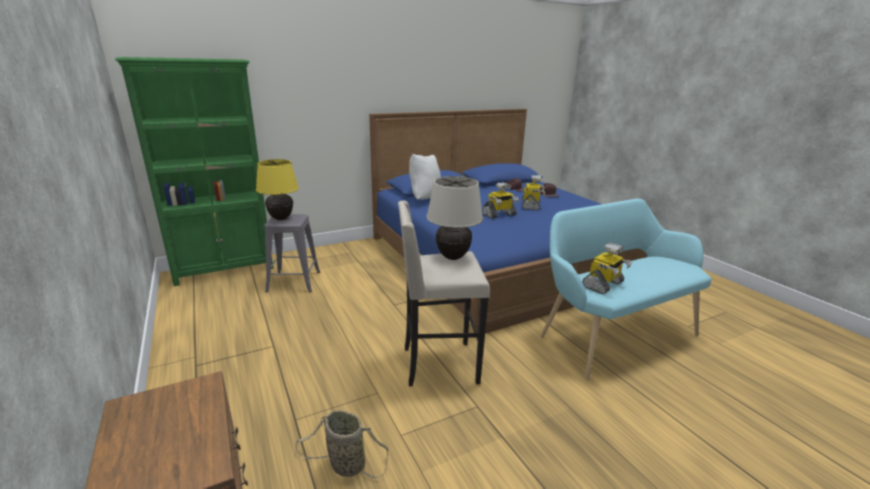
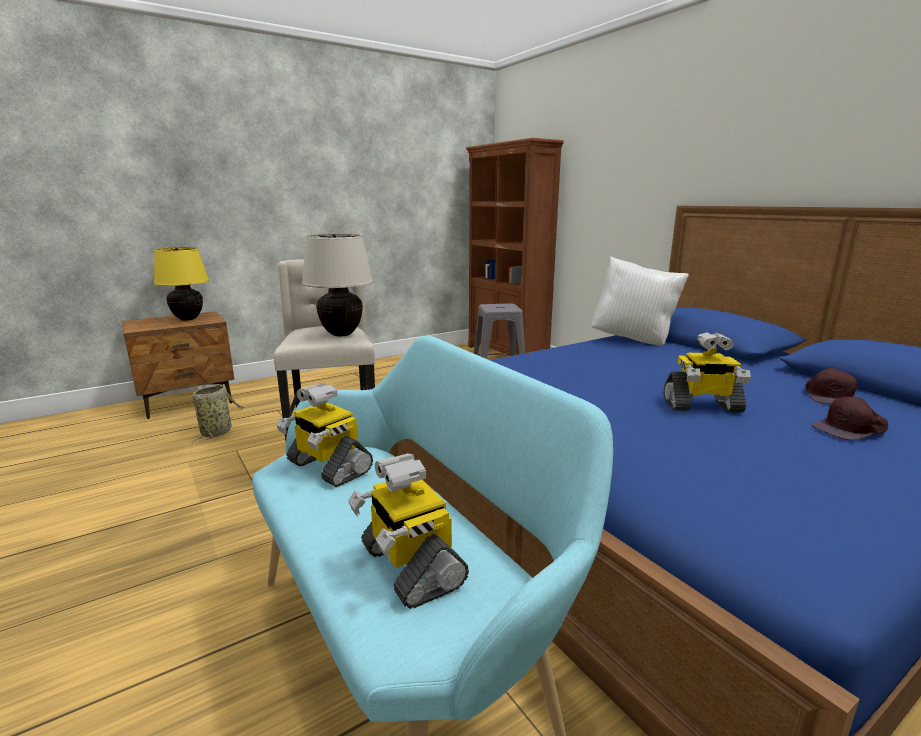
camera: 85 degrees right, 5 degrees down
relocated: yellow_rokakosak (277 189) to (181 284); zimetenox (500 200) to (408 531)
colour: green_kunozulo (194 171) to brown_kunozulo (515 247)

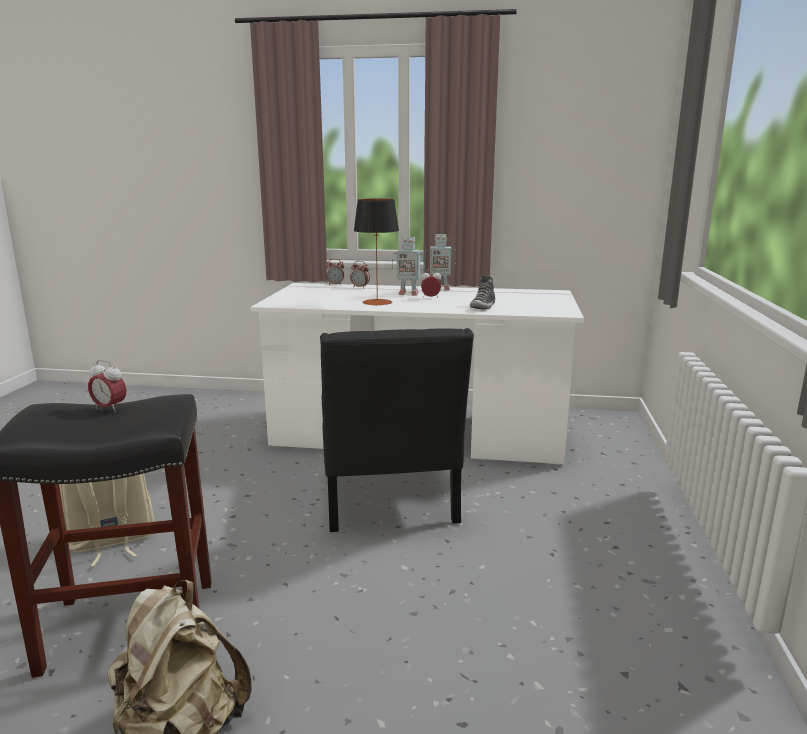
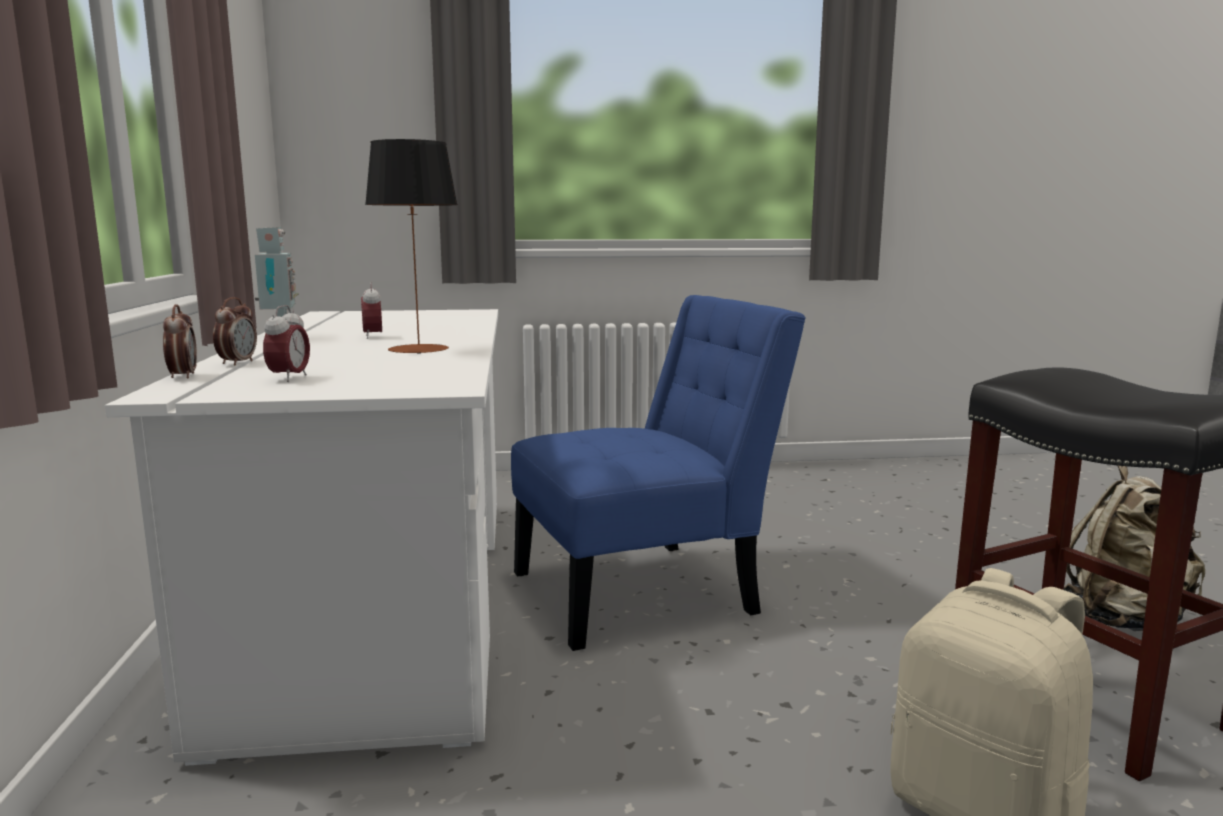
camera: 105 degrees left, 5 degrees down
missing: zimetenox (408 266); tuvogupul (483 292)
relocated: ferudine (107 386) to (286 343)
colour: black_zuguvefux (397 430) to blue_zuguvefux (658 473)

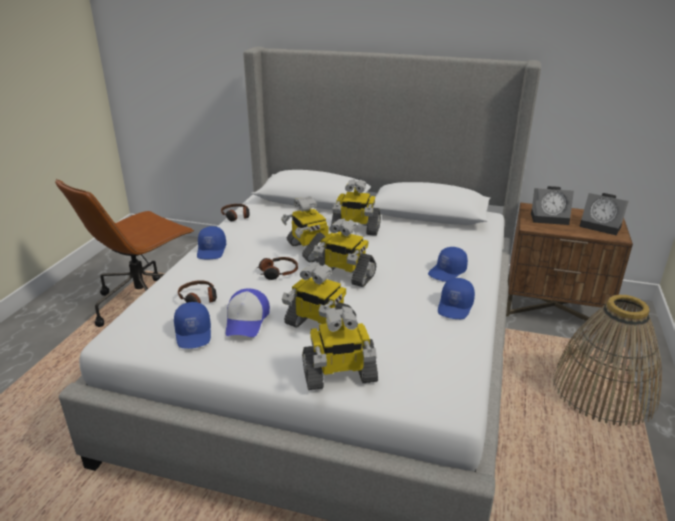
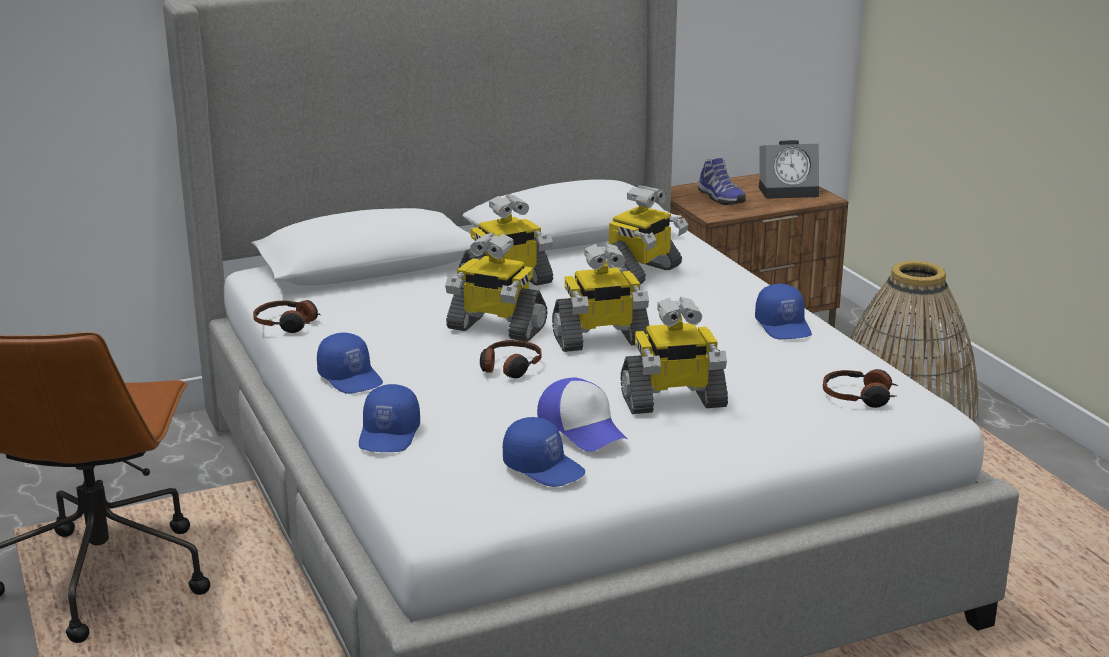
camera: 40 degrees left, 5 degrees down
relocated: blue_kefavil (448 264) to (389 418); zimetenox (340 348) to (647 234); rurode (197 291) to (860 388)
exchanged: ferudine (552 205) to tuvogupul (722 181)

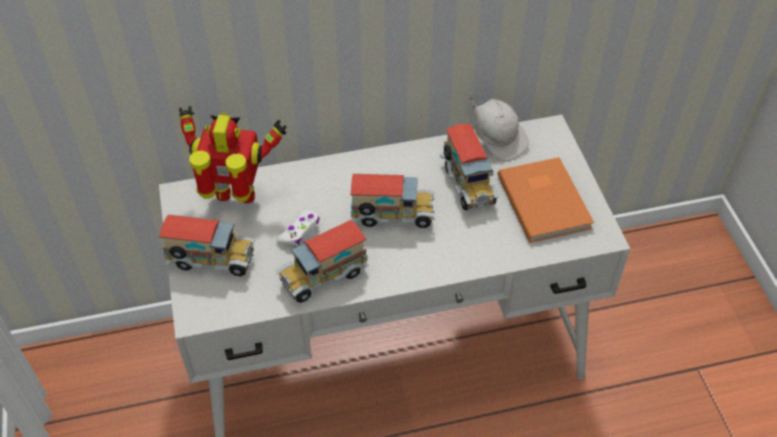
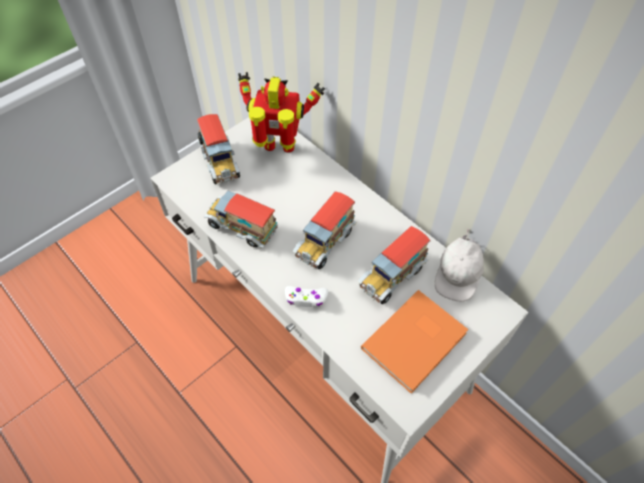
camera: 60 degrees right, 5 degrees up
relocated: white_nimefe (298 227) to (306 296)
spun: zimetenox (233 154) = (281 112) 60 degrees counterclockwise; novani (393 201) = (324 230) 60 degrees clockwise

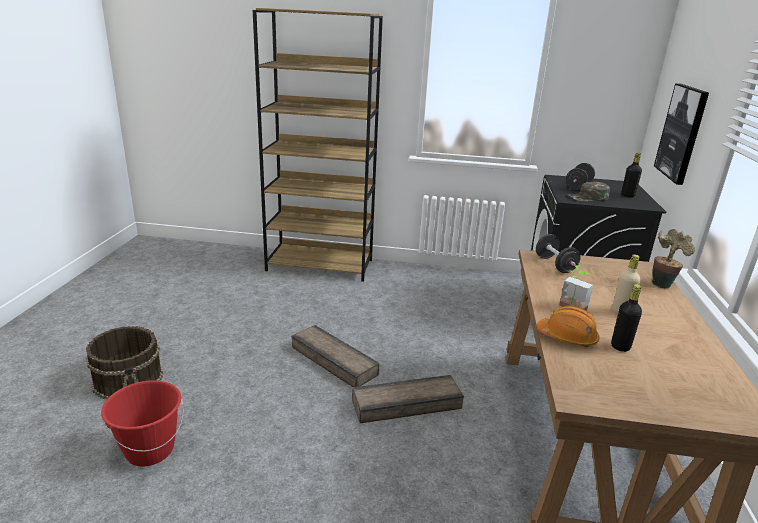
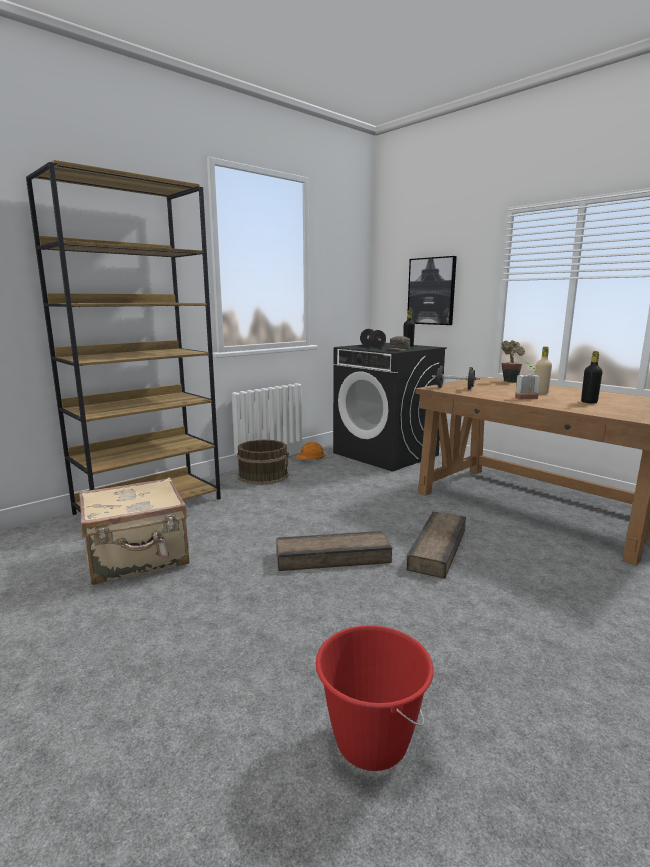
camera: 50 degrees left, 10 degrees down
appeared: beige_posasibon (134 531)
relocated: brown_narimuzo (124 362) to (263 462); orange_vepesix (568 326) to (310 450)

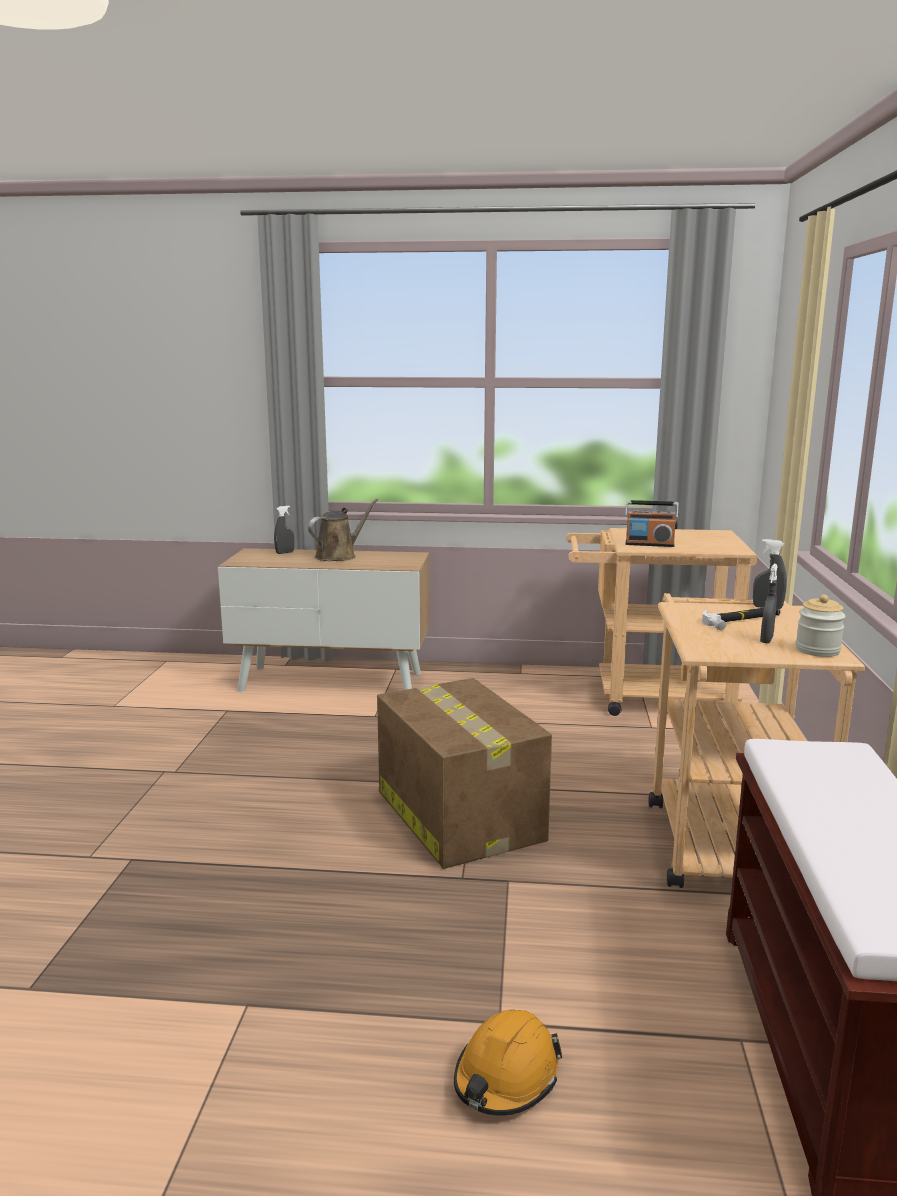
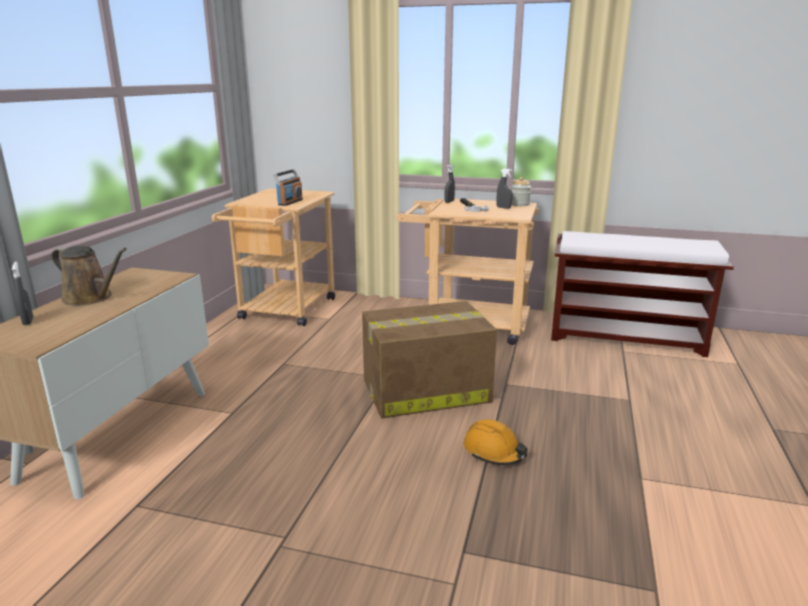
camera: 80 degrees left, 5 degrees up
relocated: orange_vepesix (508 1063) to (496 442)
spun: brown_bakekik (343 529) = (89 276) 150 degrees clockwise

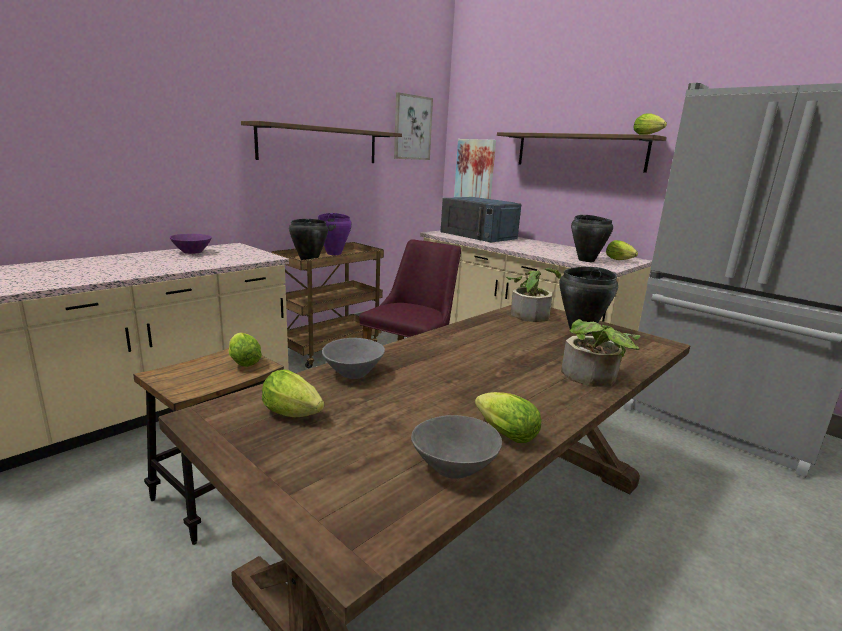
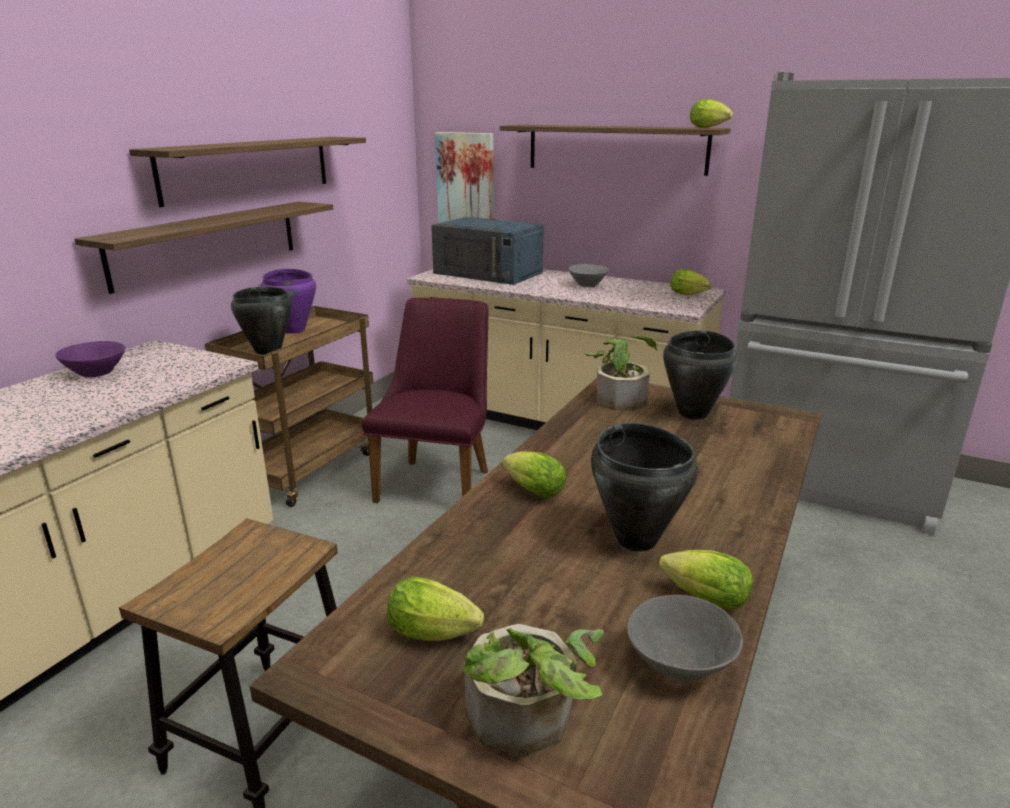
camera: 15 degrees left, 5 degrees up
missing: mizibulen (413 126)
appeared: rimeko (203 248)
relocated: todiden (601 353) to (533 690); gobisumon (245 350) to (534 474); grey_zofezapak (353 358) to (588 275); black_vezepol (592 238) to (644 487)

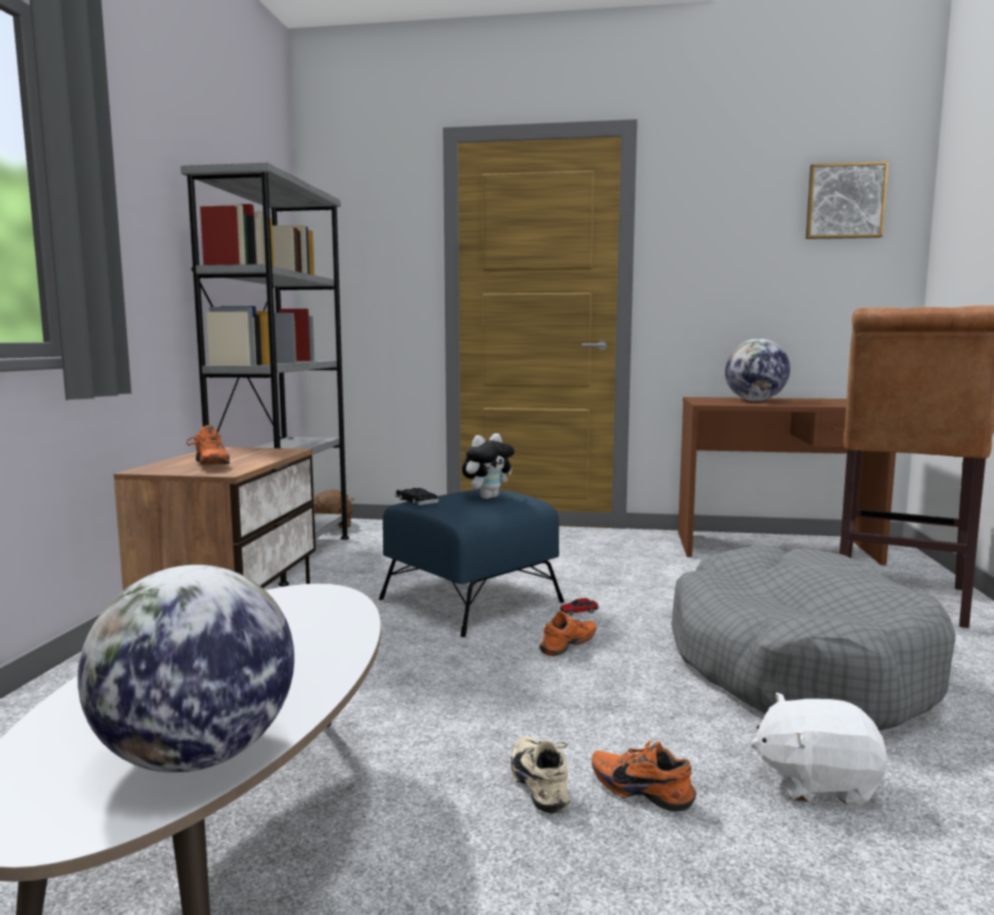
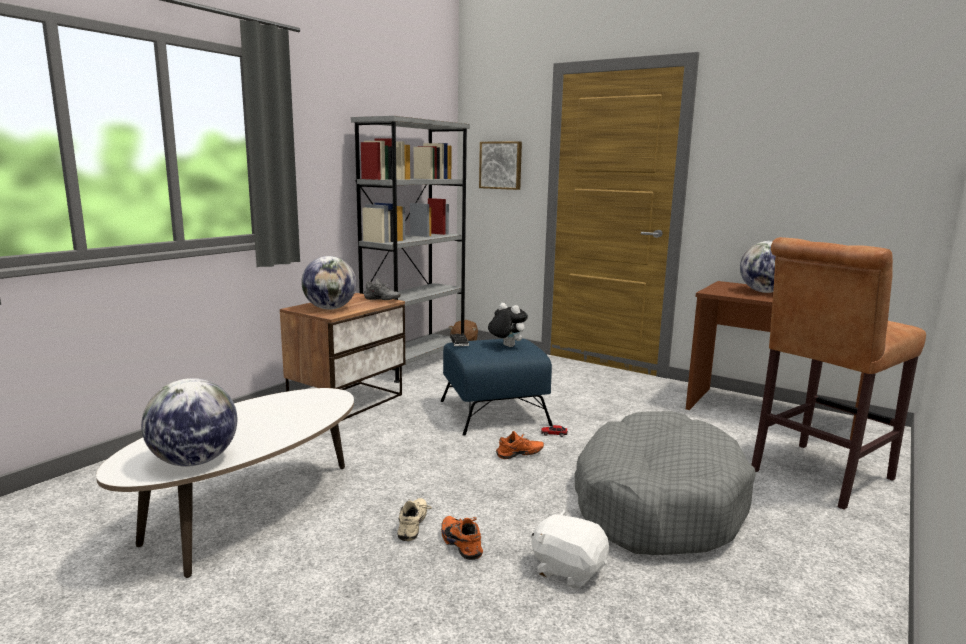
camera: 25 degrees right, 5 degrees up
appeared: grey_tuvogupul (382 289)
relocated: mizibulen (847 200) to (500 165)
exchanged: orange_tuvogupul (208 445) to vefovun (328 282)
spun: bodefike (488 466) = (508 325) 120 degrees counterclockwise

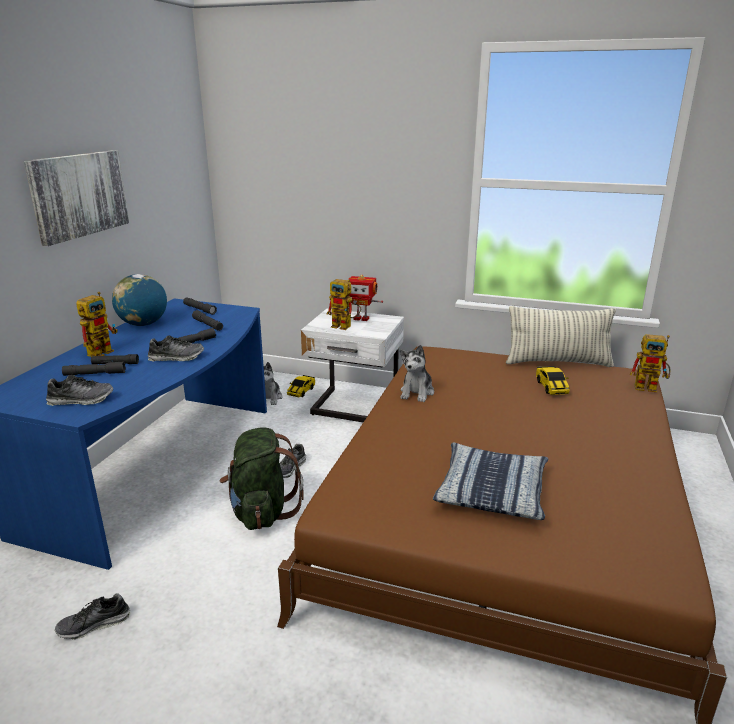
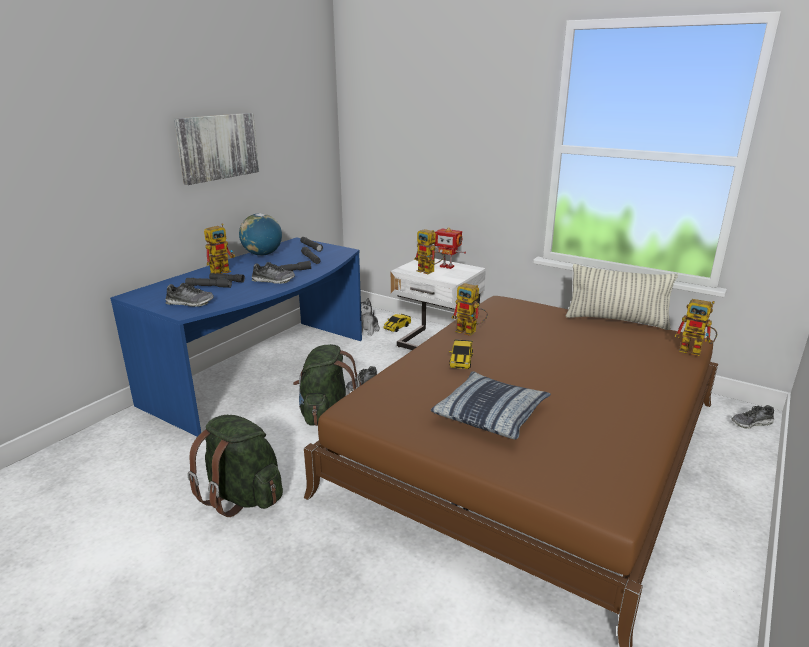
camera: 15 degrees right, 0 degrees up
appeared: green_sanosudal (235 466)
relocated: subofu (553 380) to (461 354); tuvogupul (93 616) to (753 417)
exchanged: bodefike (417 373) to zimetenox (470 309)

